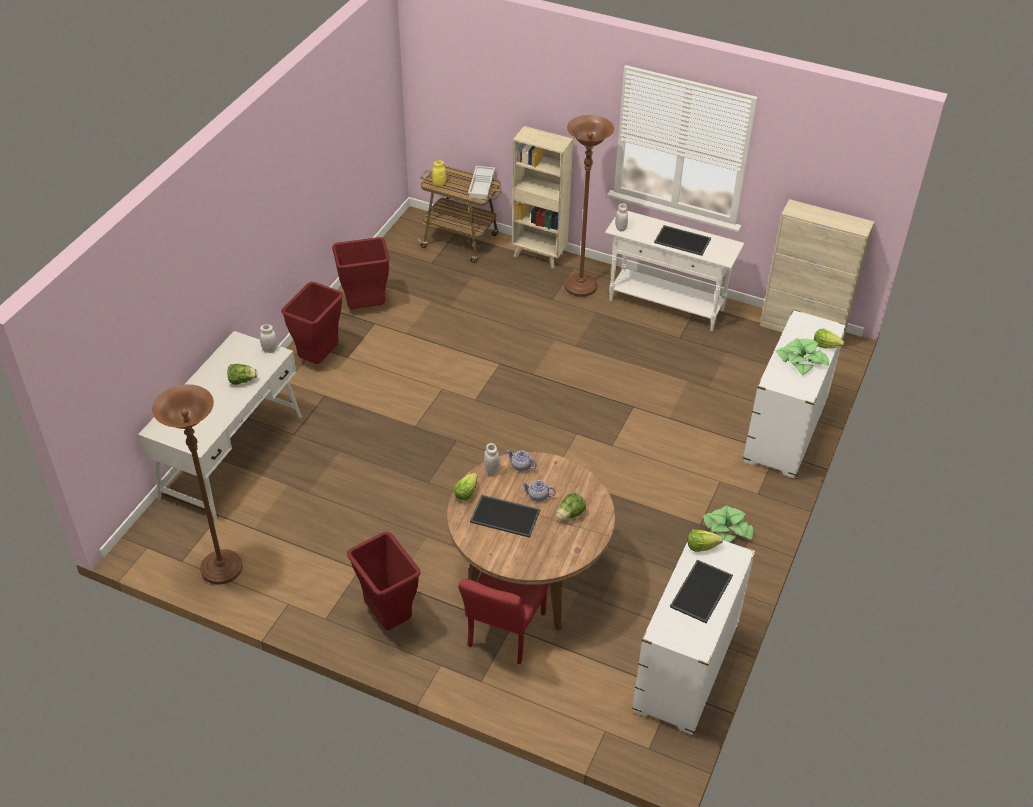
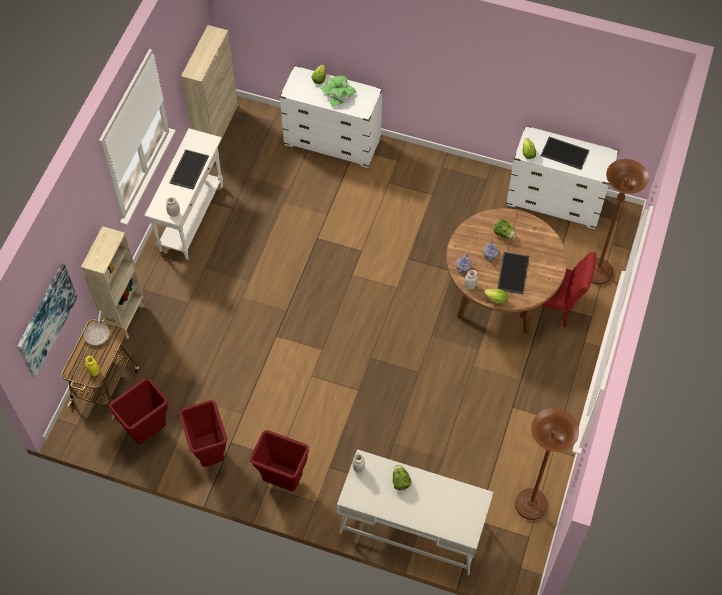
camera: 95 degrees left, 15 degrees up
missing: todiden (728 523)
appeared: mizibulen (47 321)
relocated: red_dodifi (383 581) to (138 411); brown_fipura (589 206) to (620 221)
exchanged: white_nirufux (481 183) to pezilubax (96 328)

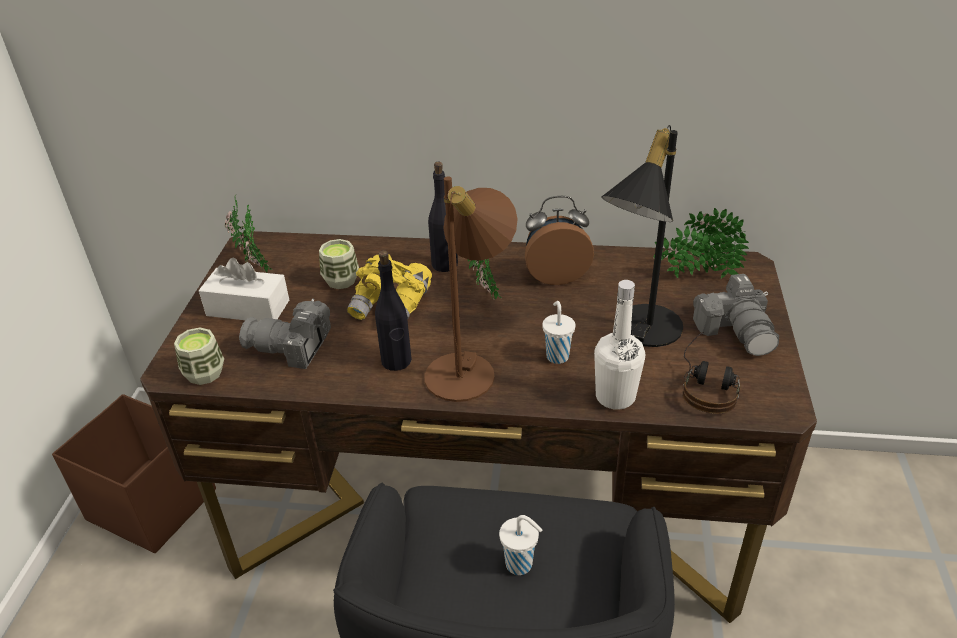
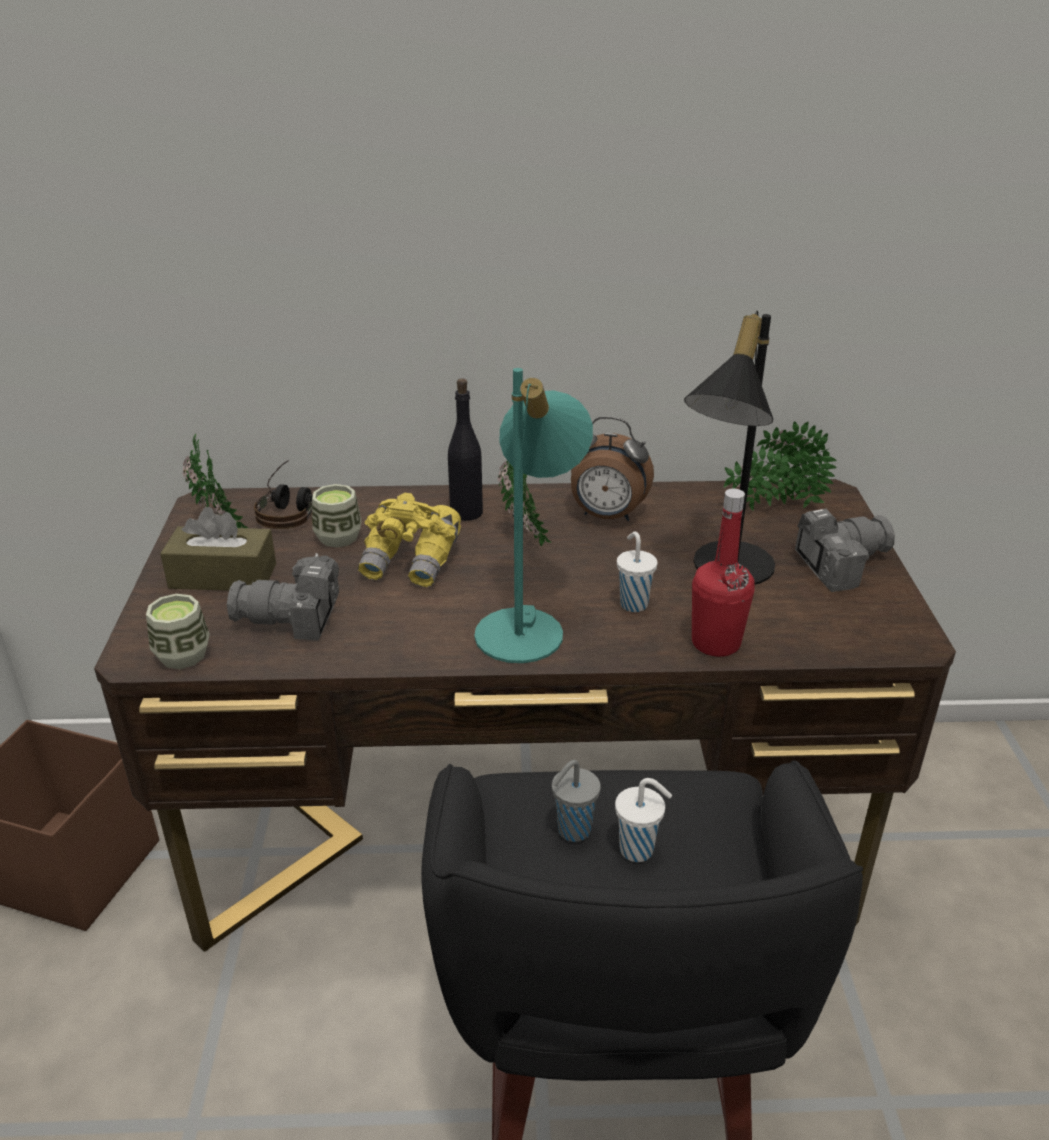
camera: 10 degrees left, 5 degrees down
missing: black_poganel (393 310)
appeared: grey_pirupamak (576 801)
relocated: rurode (711 373) to (283 494)
colour: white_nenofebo (244 289) to brown_nenofebo (218 549); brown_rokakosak (471 289) to turquoise_rokakosak (533 515); white_poganel (619 345) to red_poganel (723 573)
spun: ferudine (559 240) = (612 468) 150 degrees counterclockwise; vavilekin (736 315) = (845 550) 90 degrees counterclockwise

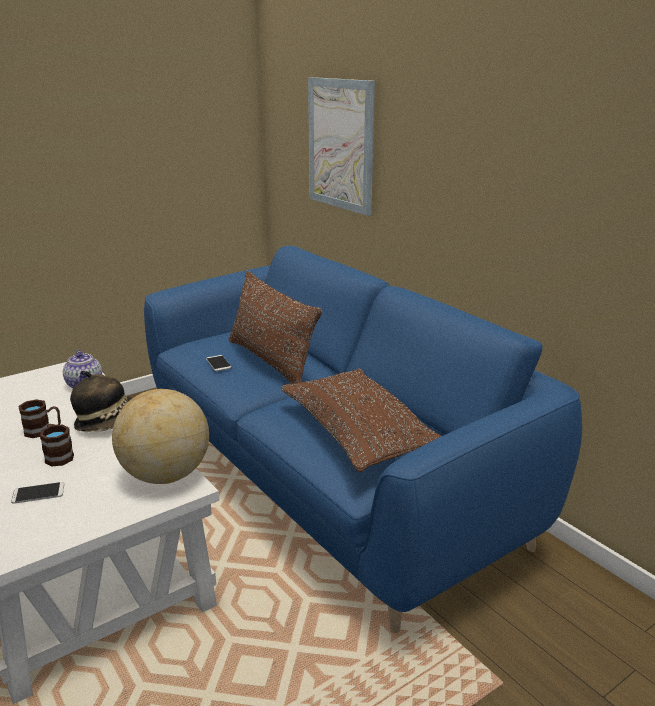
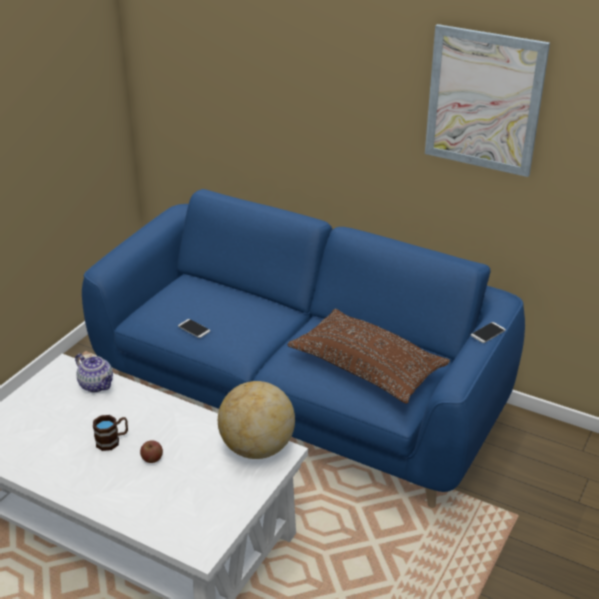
camera: 25 degrees left, 10 degrees up
missing: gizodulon (101 401); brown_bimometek (275 327)
relocated: mizibulen (341 146) to (487 100); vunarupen (37 493) to (488 332)
exchanged: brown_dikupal (56 445) to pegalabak (151 451)

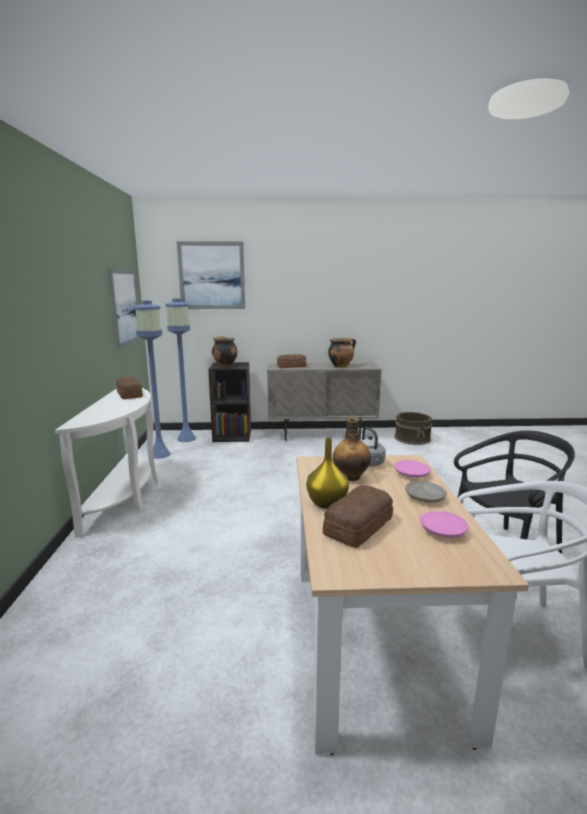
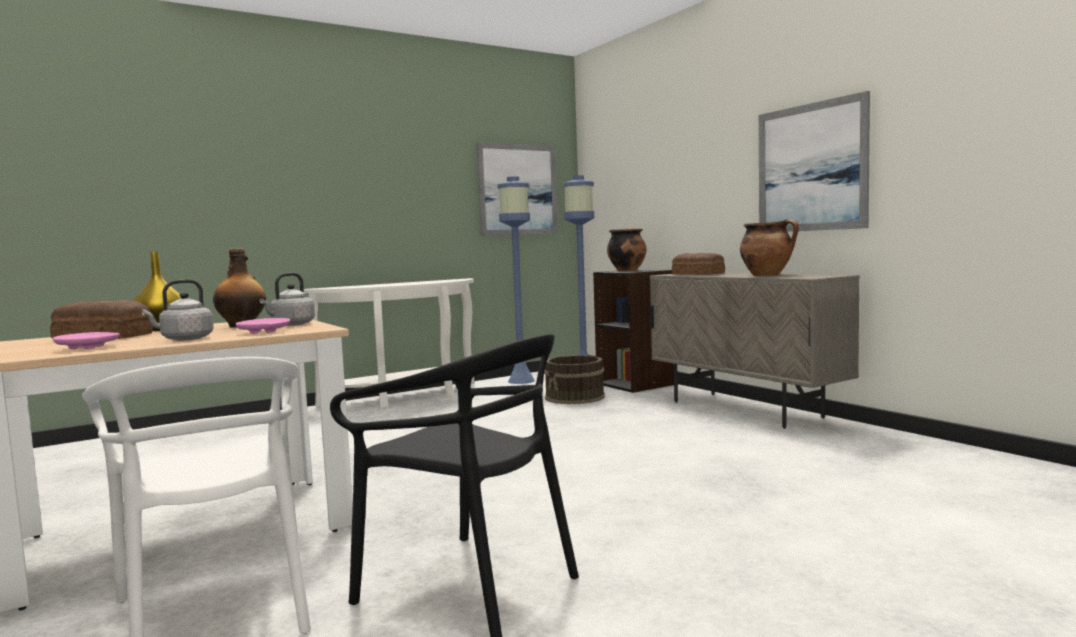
camera: 60 degrees right, 10 degrees down
missing: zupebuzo (129 388)
relocated: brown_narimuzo (413 428) to (574 379); mizibulen (211 275) to (814 161)
exchanged: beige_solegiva (426 491) to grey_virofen (178 310)

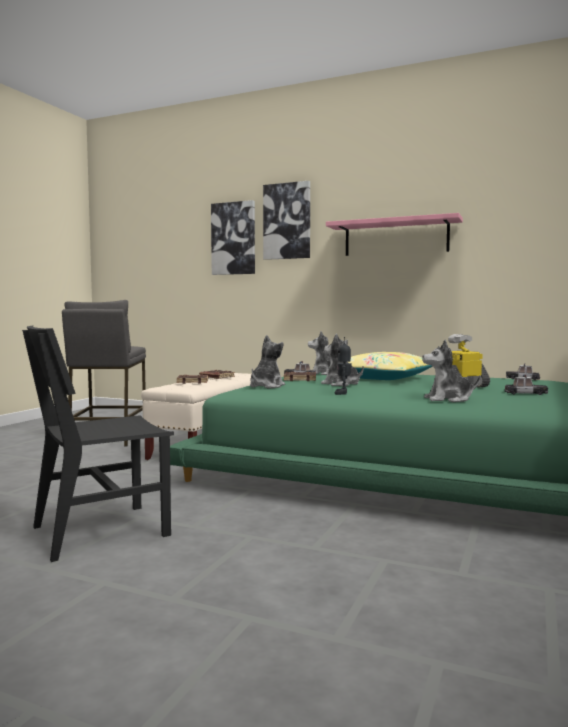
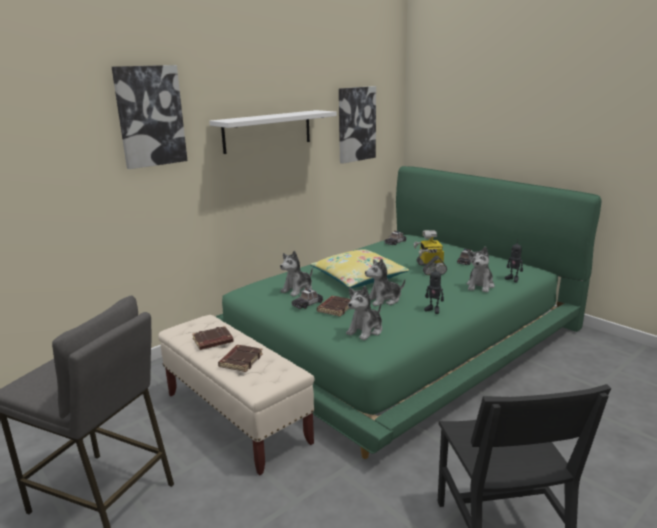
camera: 65 degrees left, 15 degrees up
appeared: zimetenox (514 260)
relocated: mizibulen (233 237) to (357 125)
colour: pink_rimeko (394 234) to white_rimeko (273 132)
spun: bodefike (267 361) = (364 313) 105 degrees counterclockwise

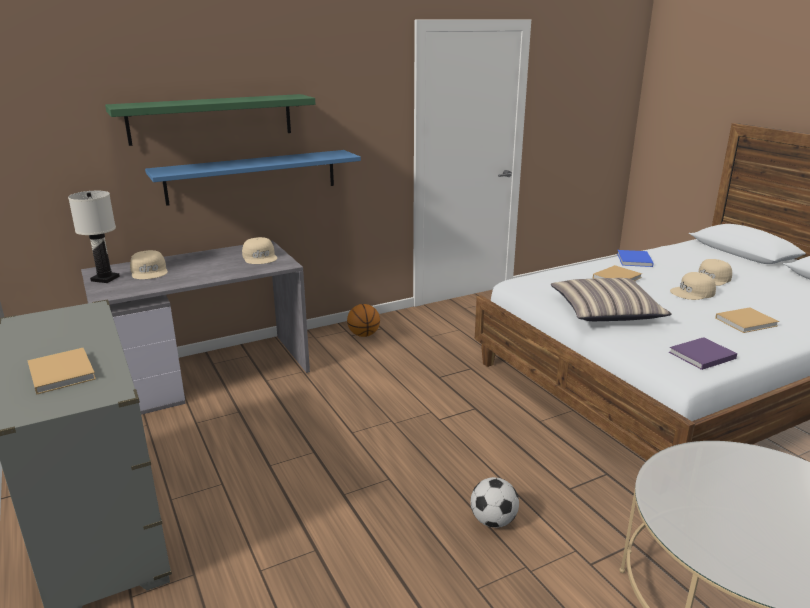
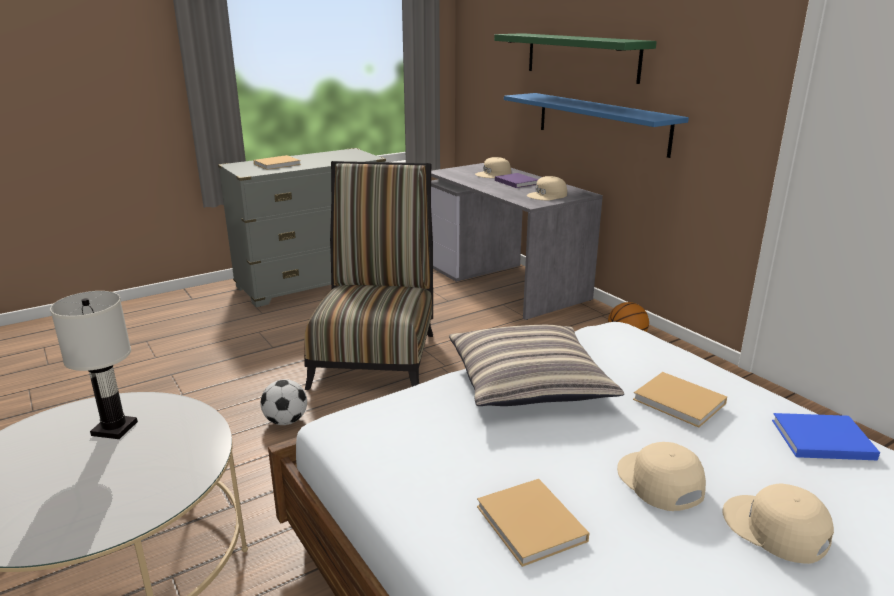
camera: 85 degrees right, 0 degrees up
appeared: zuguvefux (368 275)
relocated: white_rokakosak (94 237) to (94 365); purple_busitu (703 353) to (517 180)

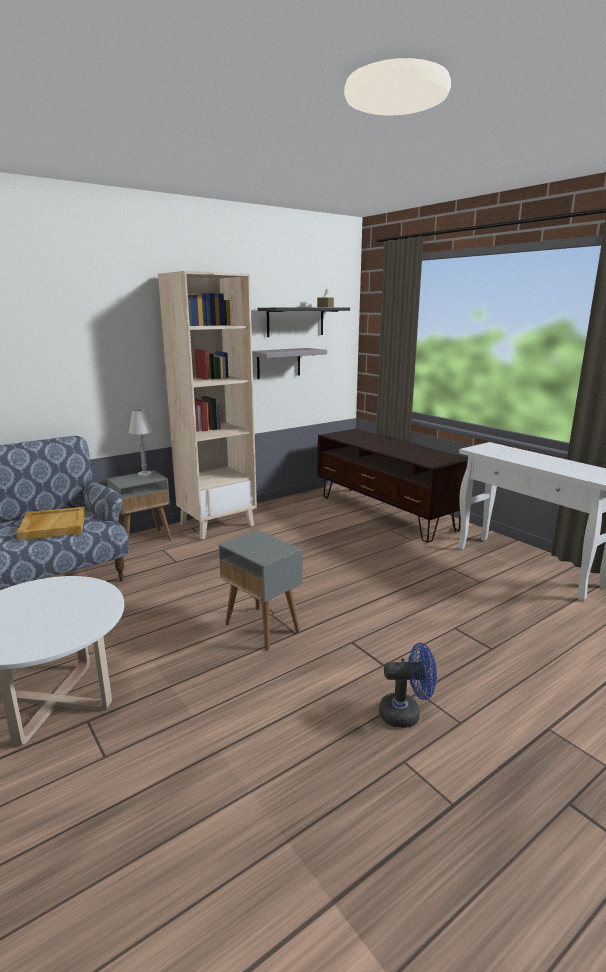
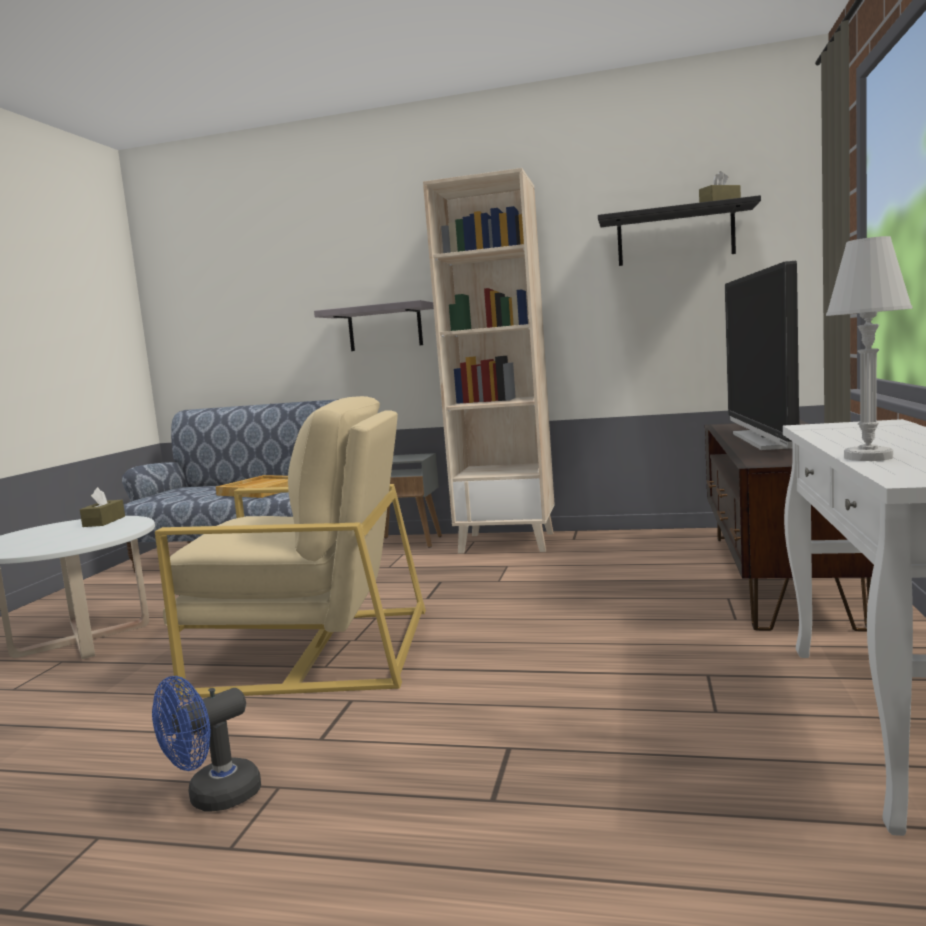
camera: 50 degrees right, 10 degrees down
appeared: brown_nenofebo (102 507); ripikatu (762 355)
relocated: grey_rimeko (289 363) to (374 325); white_rokakosak (141 443) to (869 348)
exchanged: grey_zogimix (261 590) to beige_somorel (290 547)
spun: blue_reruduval (408 685) = (206 744) 90 degrees clockwise

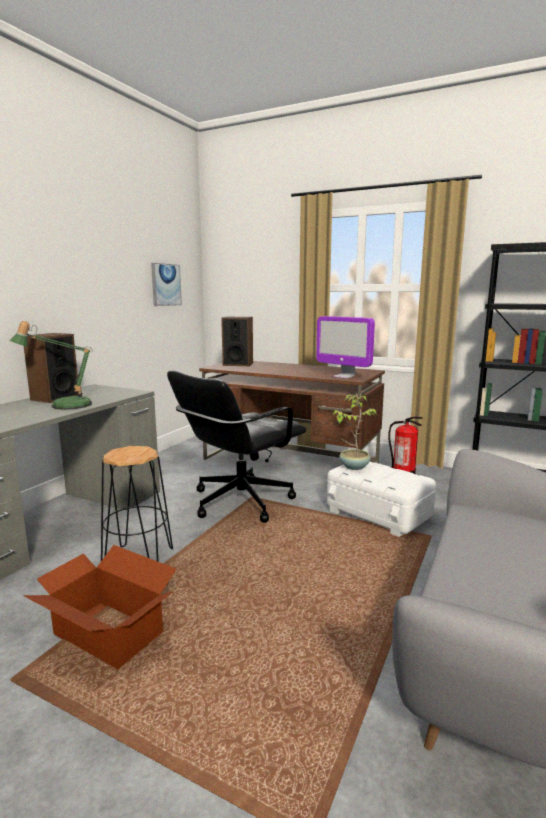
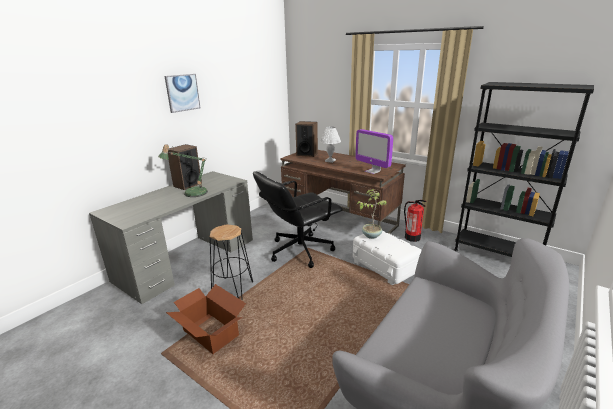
camera: 10 degrees right, 10 degrees up
appeared: white_rokakosak (330 145)
relocated: mizibulen (166 284) to (182 93)

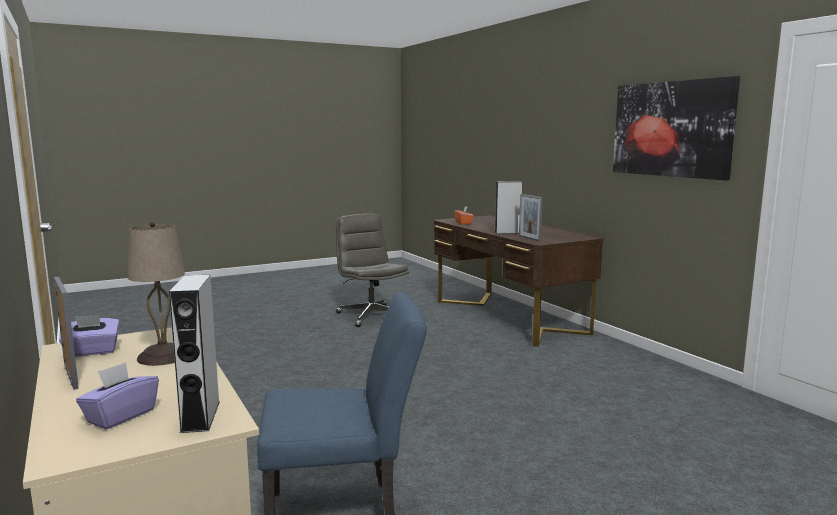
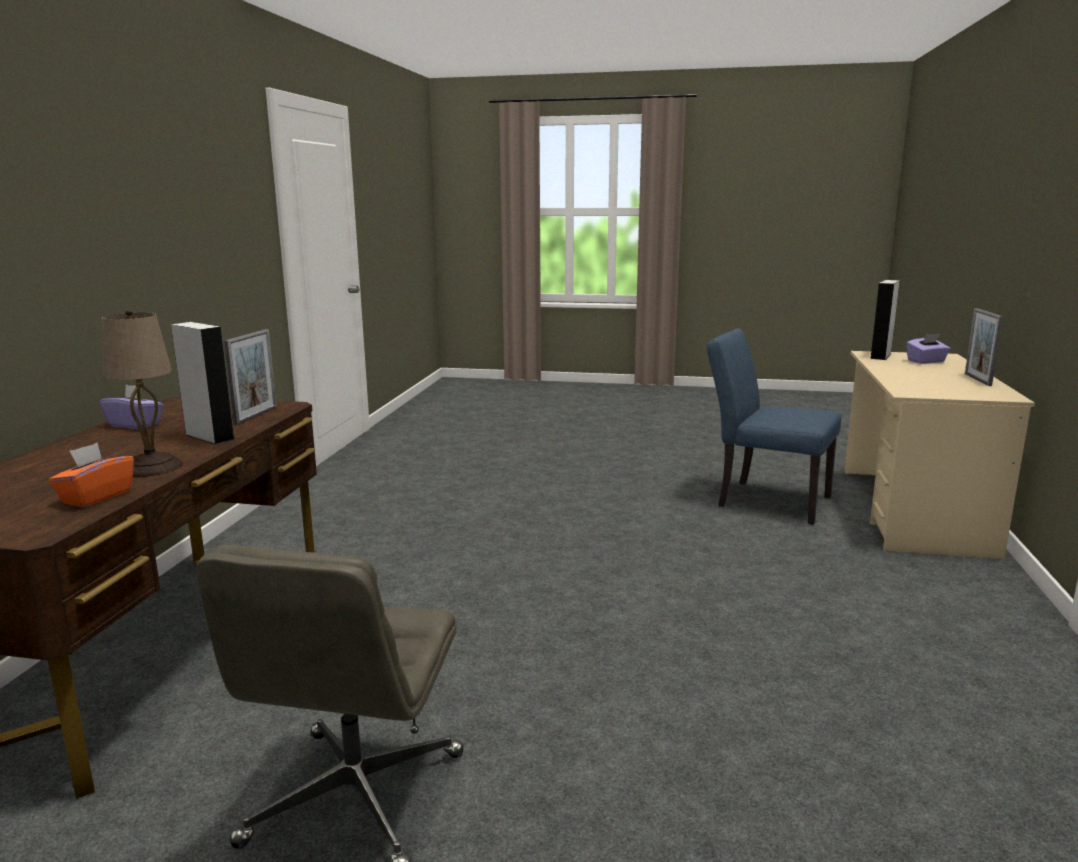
camera: 140 degrees left, 5 degrees up
missing: mizibulen (676 128)
relocated: purple_nenofebo (89 335) to (131 406); beige_rokakosak (156 294) to (142 393)

